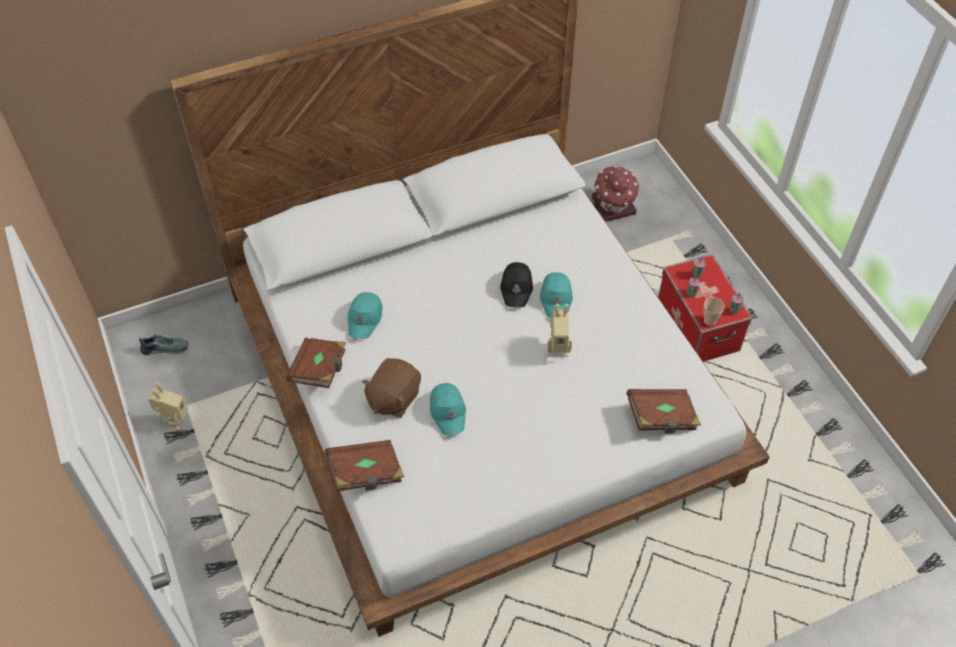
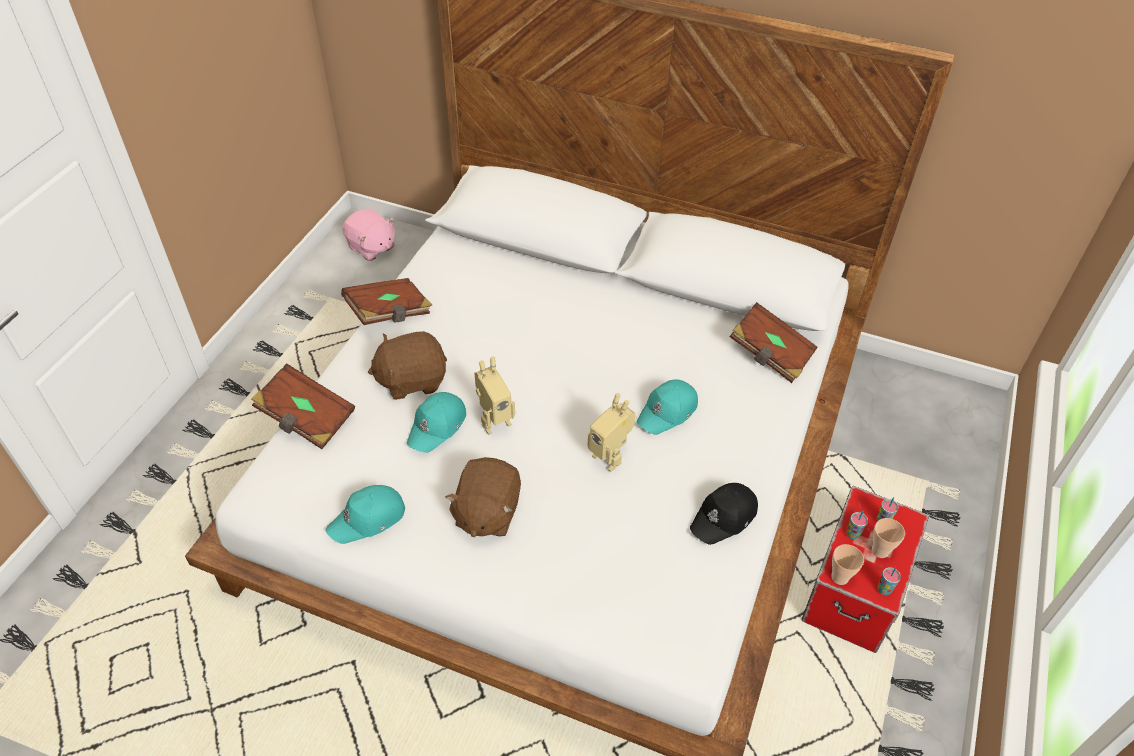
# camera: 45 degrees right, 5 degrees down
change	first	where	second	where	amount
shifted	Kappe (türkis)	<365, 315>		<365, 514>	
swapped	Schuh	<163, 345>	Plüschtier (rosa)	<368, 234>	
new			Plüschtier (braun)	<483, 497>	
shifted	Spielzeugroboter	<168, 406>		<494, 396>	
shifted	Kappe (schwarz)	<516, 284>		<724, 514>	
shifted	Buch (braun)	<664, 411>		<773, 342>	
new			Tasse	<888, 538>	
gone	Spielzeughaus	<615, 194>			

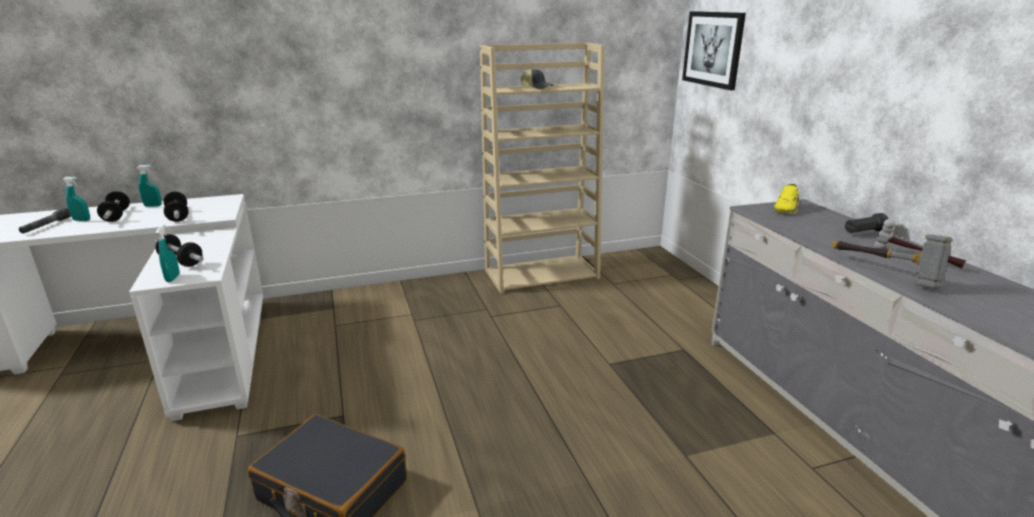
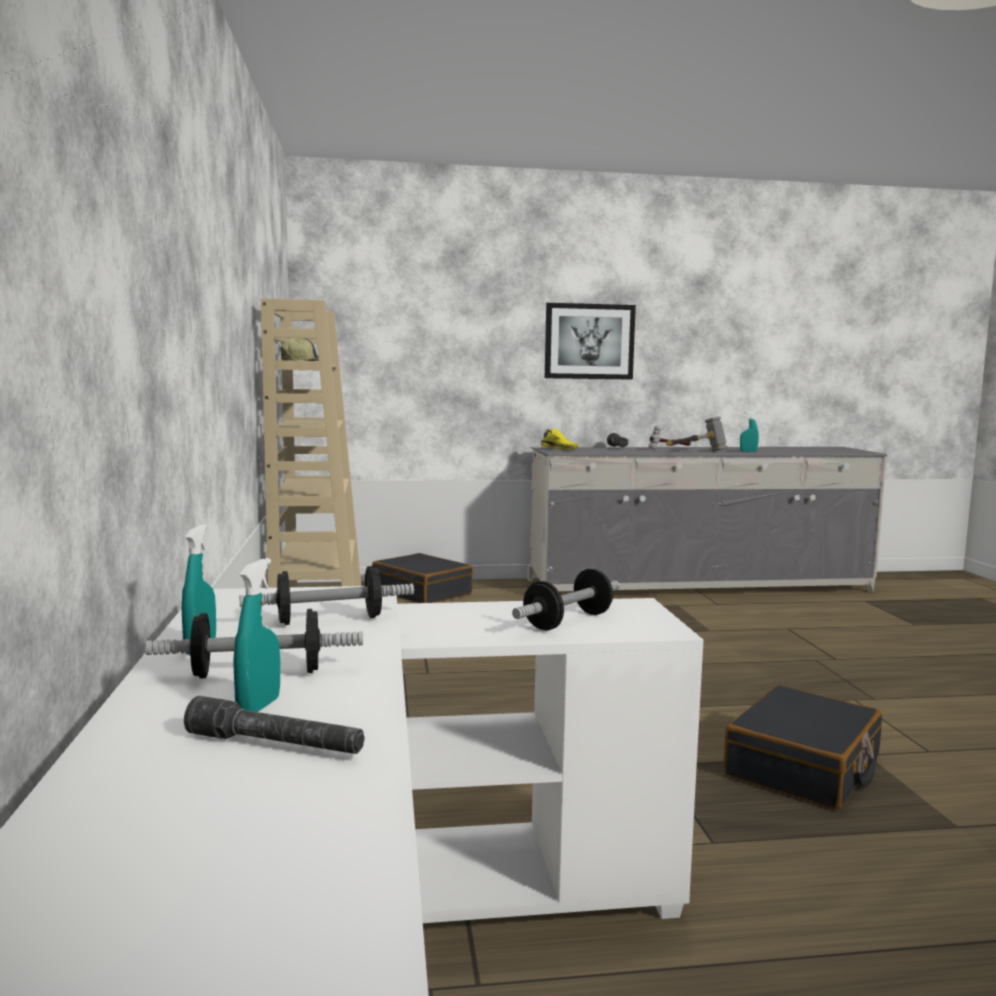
# camera: 80 degrees left, 15 degrees down
change	first	where	second	where	amount
new			Koffer (schwarz)	<422, 578>	
shifted	Bild	<714, 50>		<590, 341>	
shifted	Sprühflasche (türkis)	<168, 253>		<749, 431>	

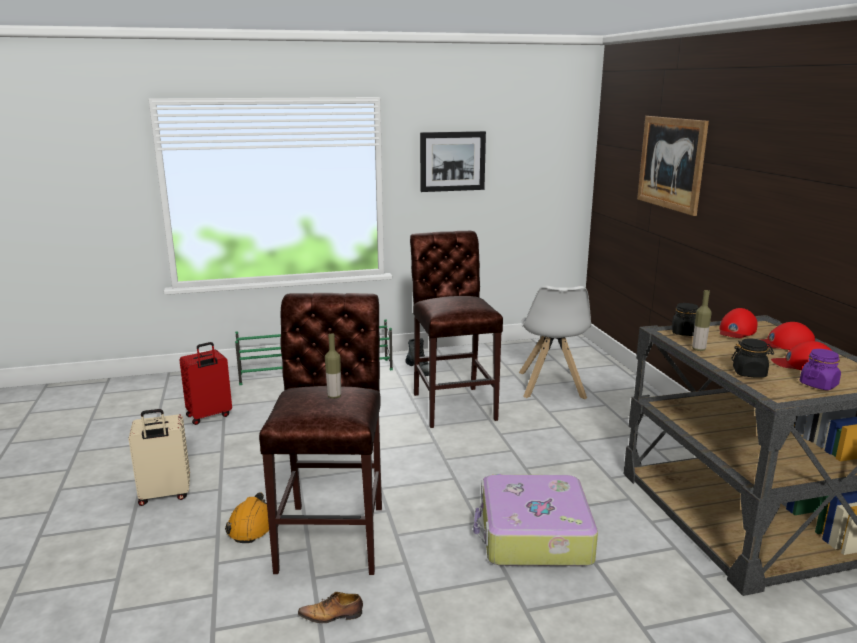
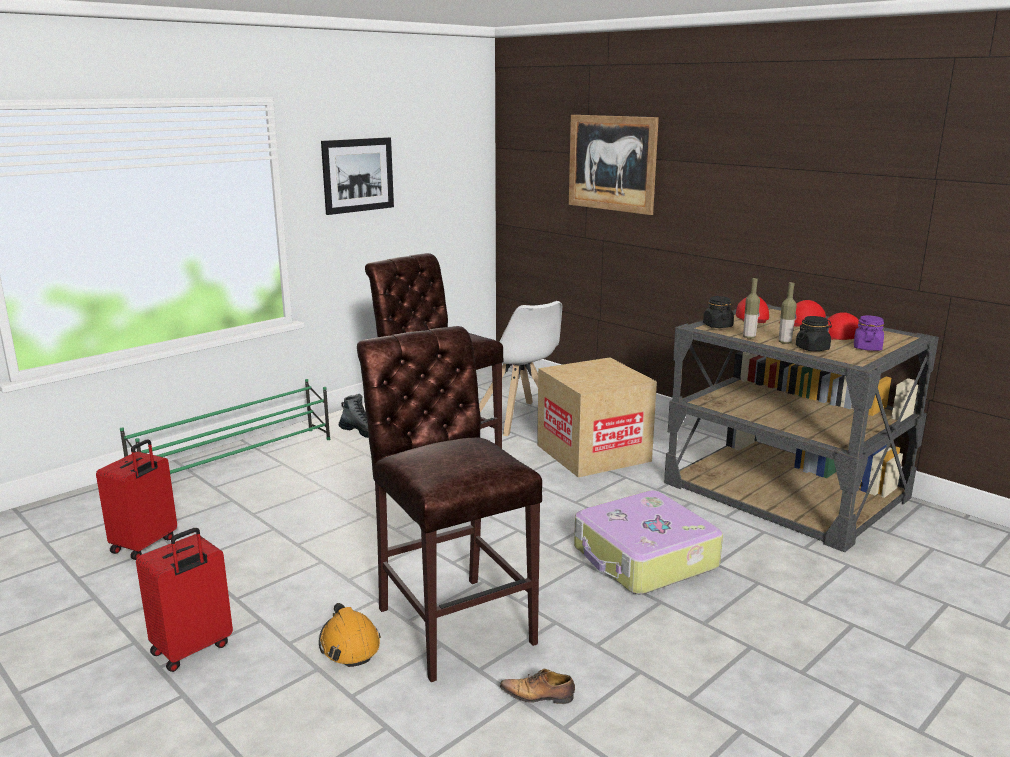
# camera: 30 degrees left, 0 degrees up
change	first	where	second	where	amount
repainted	Koffer (beige)	<159, 457>	Koffer (rot)	<184, 600>	
rotated	Schuh	<330, 607>		<537, 686>	45 degrees clockwise
new			Karton	<597, 417>	
shifted	Flasche	<333, 366>		<788, 313>	

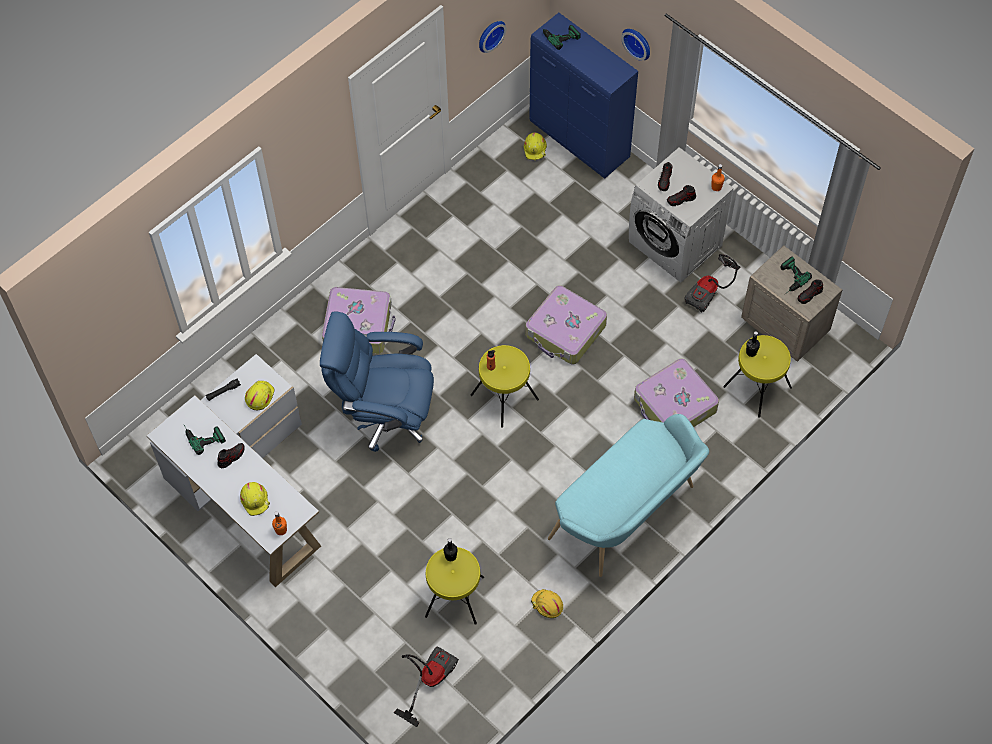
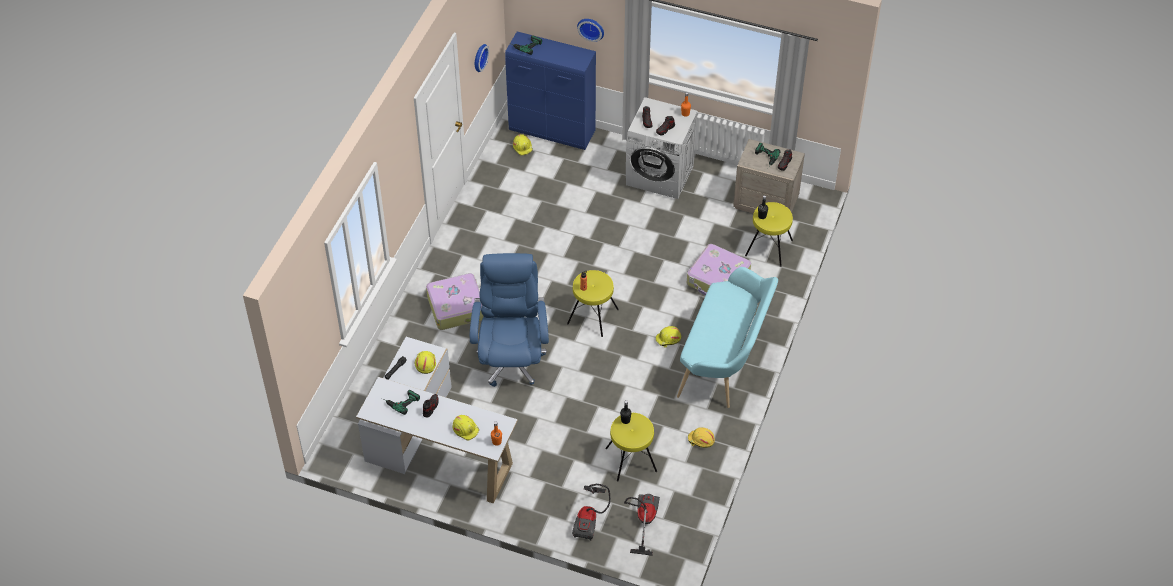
# camera: 25 degrees left, 10 degrees down
change	first	where	second	where	amount
rotated	Bürostuhl (blau)	<377, 381>		<509, 320>	105 degrees clockwise
shifted	Staubsauger	<712, 283>		<591, 511>	
new			Schutzhelm (gelb)	<668, 337>	
gone	Koffer	<566, 325>			

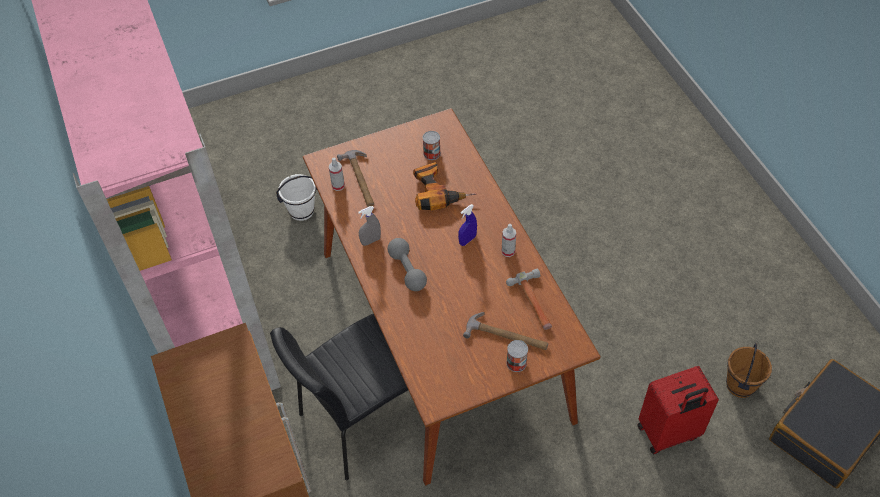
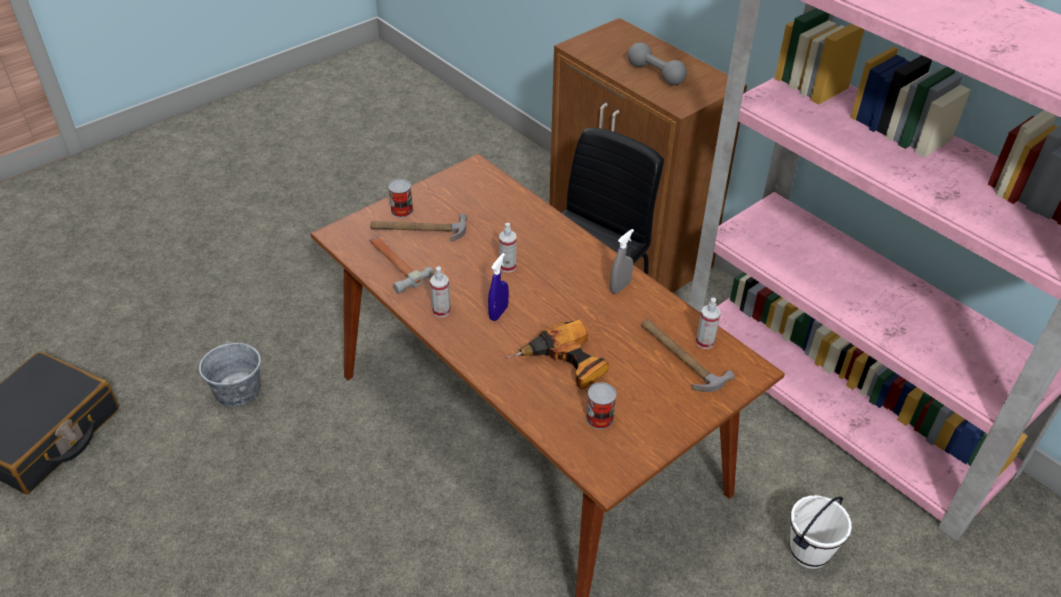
# camera: 160 degrees right, 10 degrees down
change	first	where	second	where	amount
swapped	Koffer (rot)	<678, 410>	Eimer (grau)	<230, 371>	
new			Sprühflasche	<507, 247>	
shifted	Hantel (grau)	<407, 264>		<657, 63>	
gone	Eimer (braun)	<749, 370>			

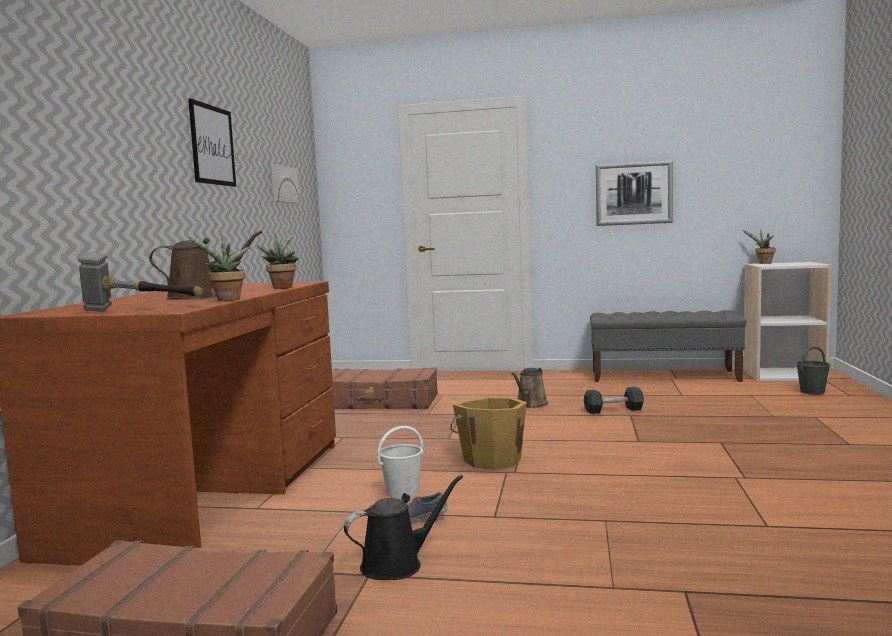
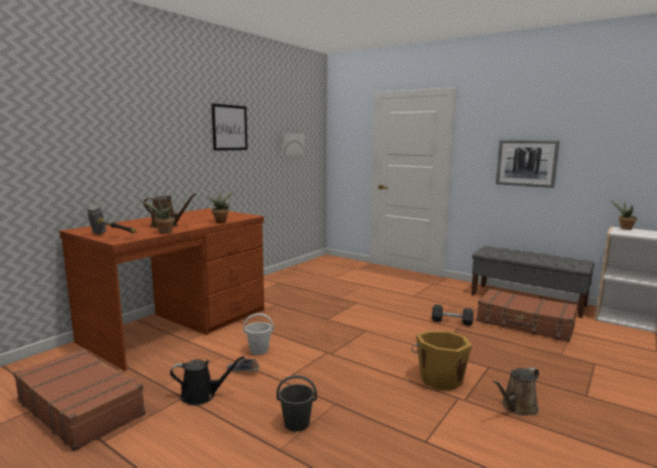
# camera: 25 degrees right, 5 degrees up
change	first	where	second	where	amount
shifted	Eimer (grau)	<813, 370>		<296, 403>	
shifted	Eimer (orange)	<488, 433>		<441, 360>	
shifted	Koffer (braun)	<384, 388>		<527, 315>	
shifted	Gießkanne (braun)	<529, 388>		<516, 391>	

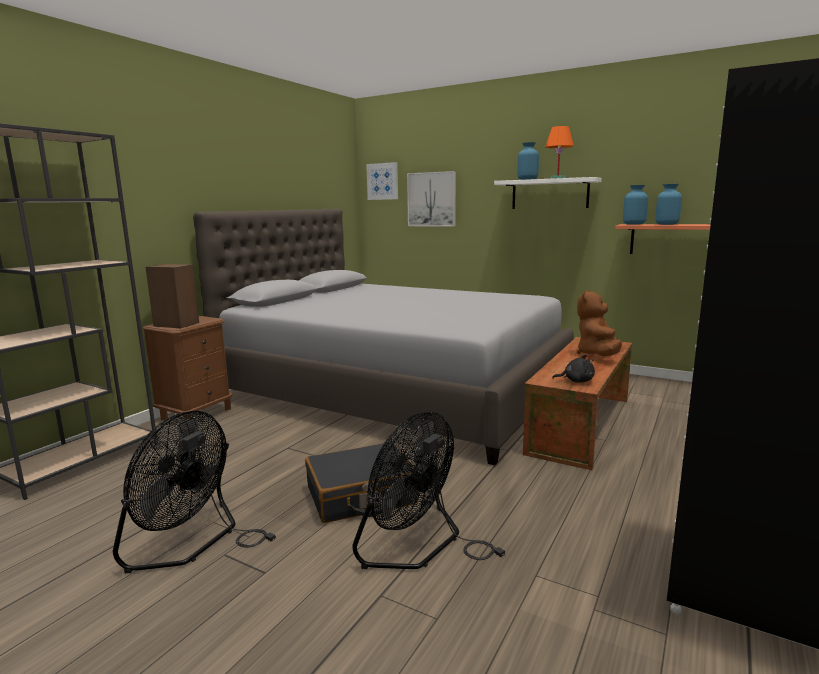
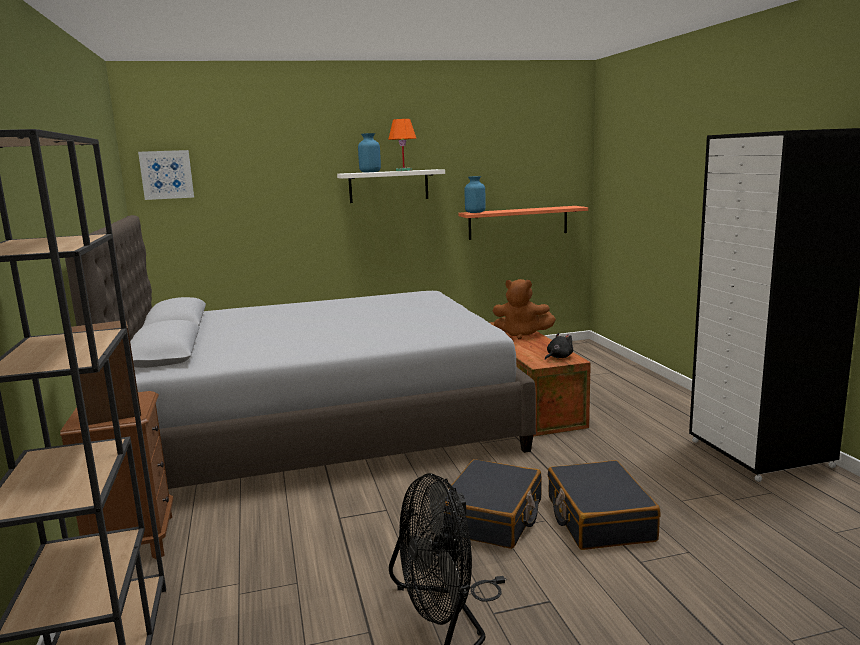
# camera: 45 degrees left, 0 degrees up
change	first	where	second	where	amount
rotated	Plüschtier (braun)	<599, 323>		<524, 309>	45 degrees counterclockwise
swapped	Ventilator (schwarz)	<429, 490>	Koffer (schwarz)	<604, 505>	
gone	Bild	<431, 199>			
gone	Vase (blau)	<668, 204>			

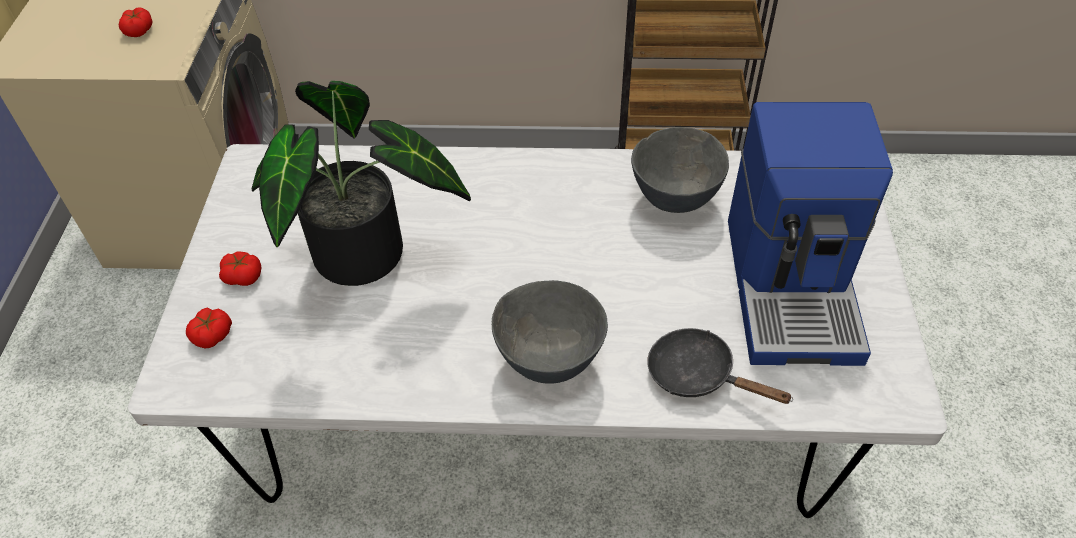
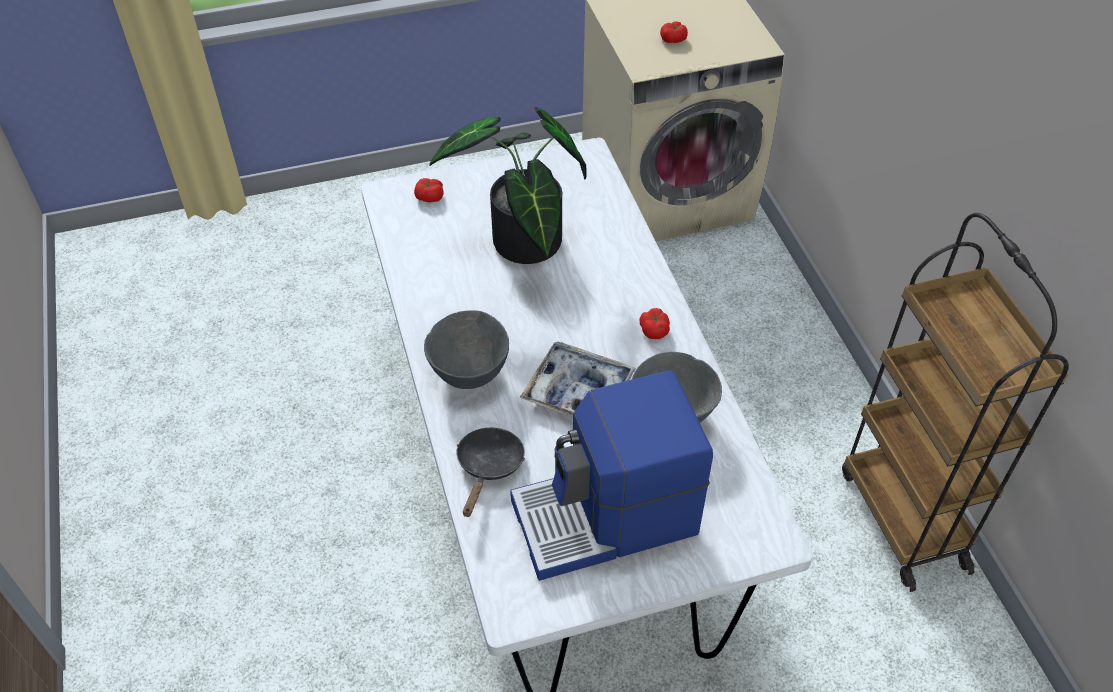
# camera: 70 degrees right, 0 degrees up
change	first	where	second	where	amount
new			Tablett	<577, 379>	
shifted	Tomate	<240, 268>		<654, 323>	

